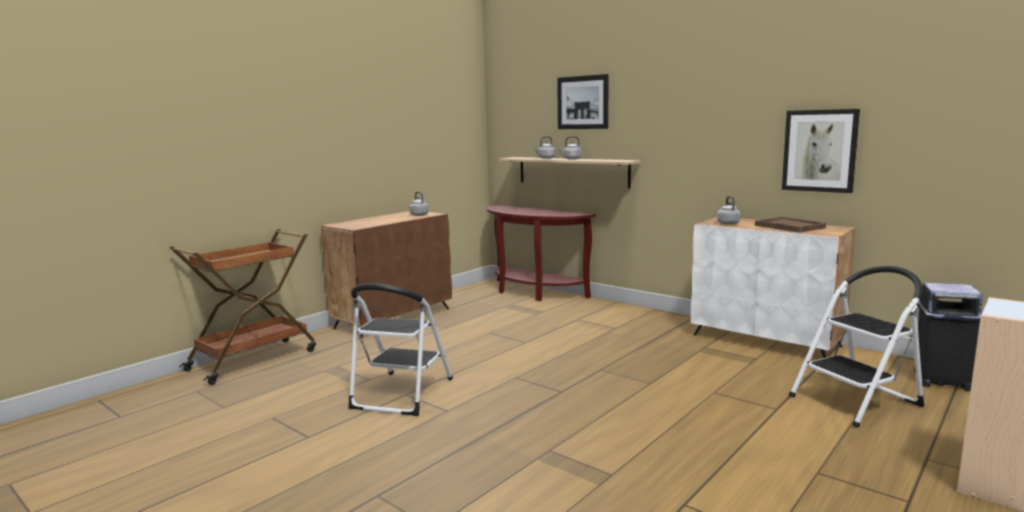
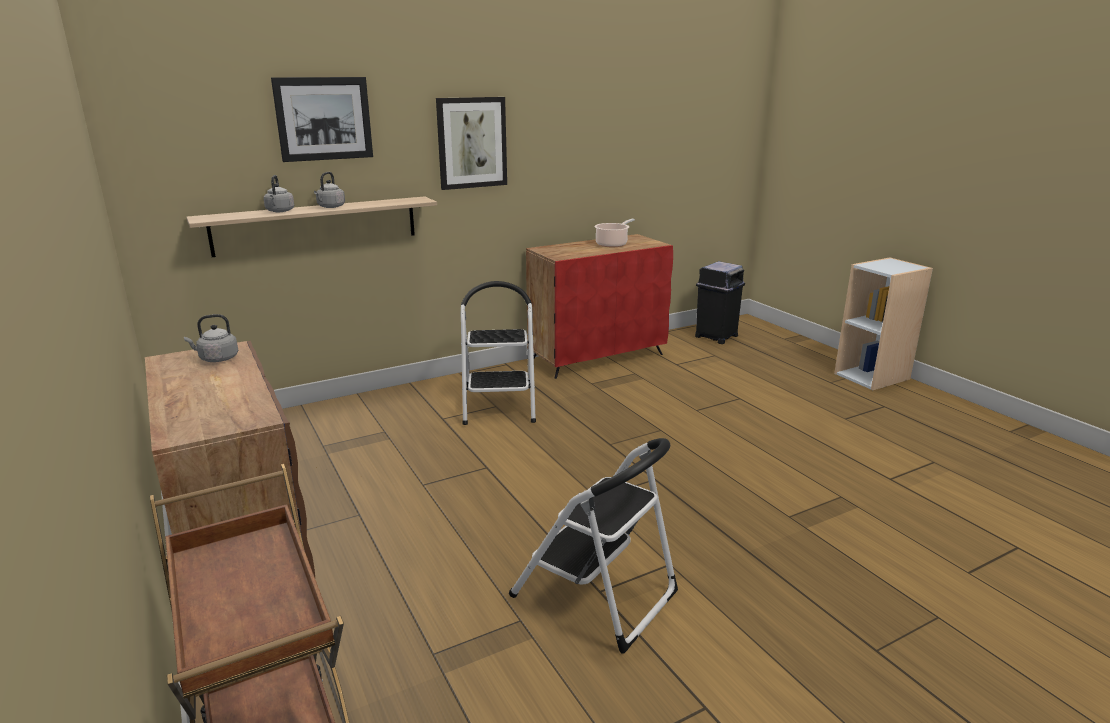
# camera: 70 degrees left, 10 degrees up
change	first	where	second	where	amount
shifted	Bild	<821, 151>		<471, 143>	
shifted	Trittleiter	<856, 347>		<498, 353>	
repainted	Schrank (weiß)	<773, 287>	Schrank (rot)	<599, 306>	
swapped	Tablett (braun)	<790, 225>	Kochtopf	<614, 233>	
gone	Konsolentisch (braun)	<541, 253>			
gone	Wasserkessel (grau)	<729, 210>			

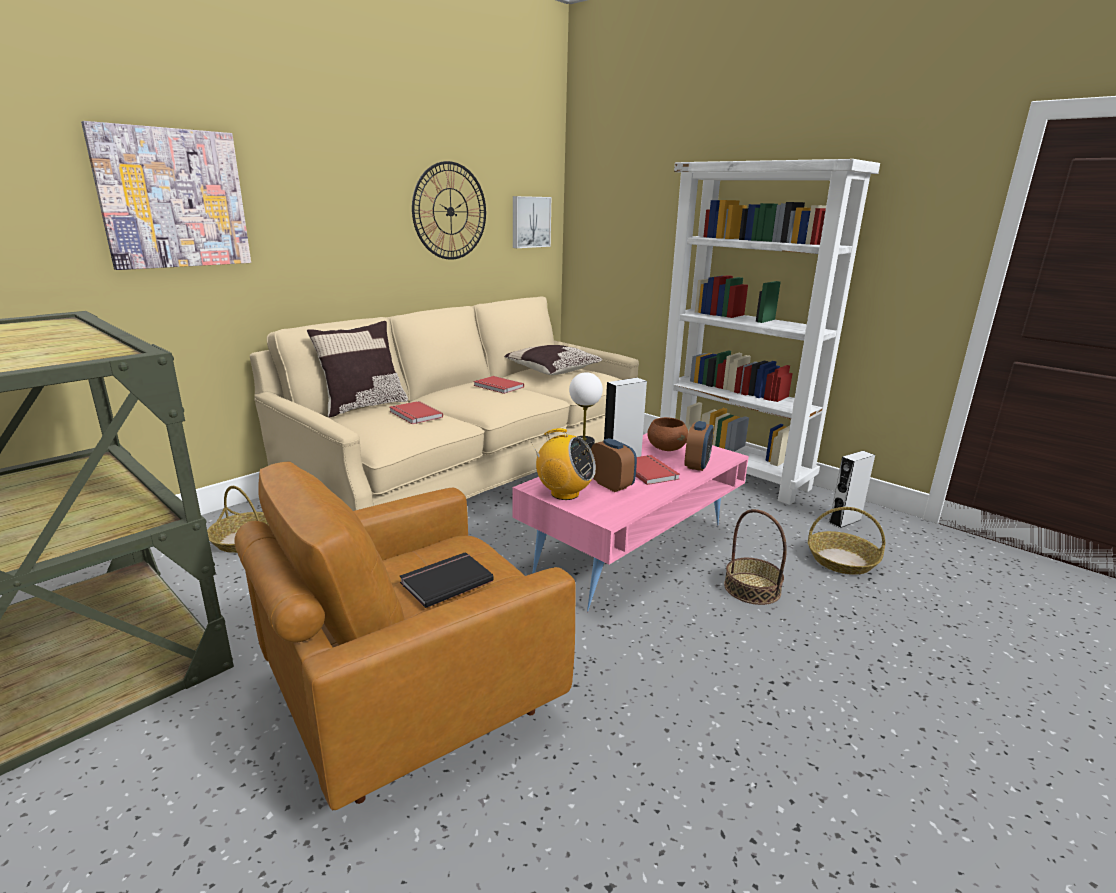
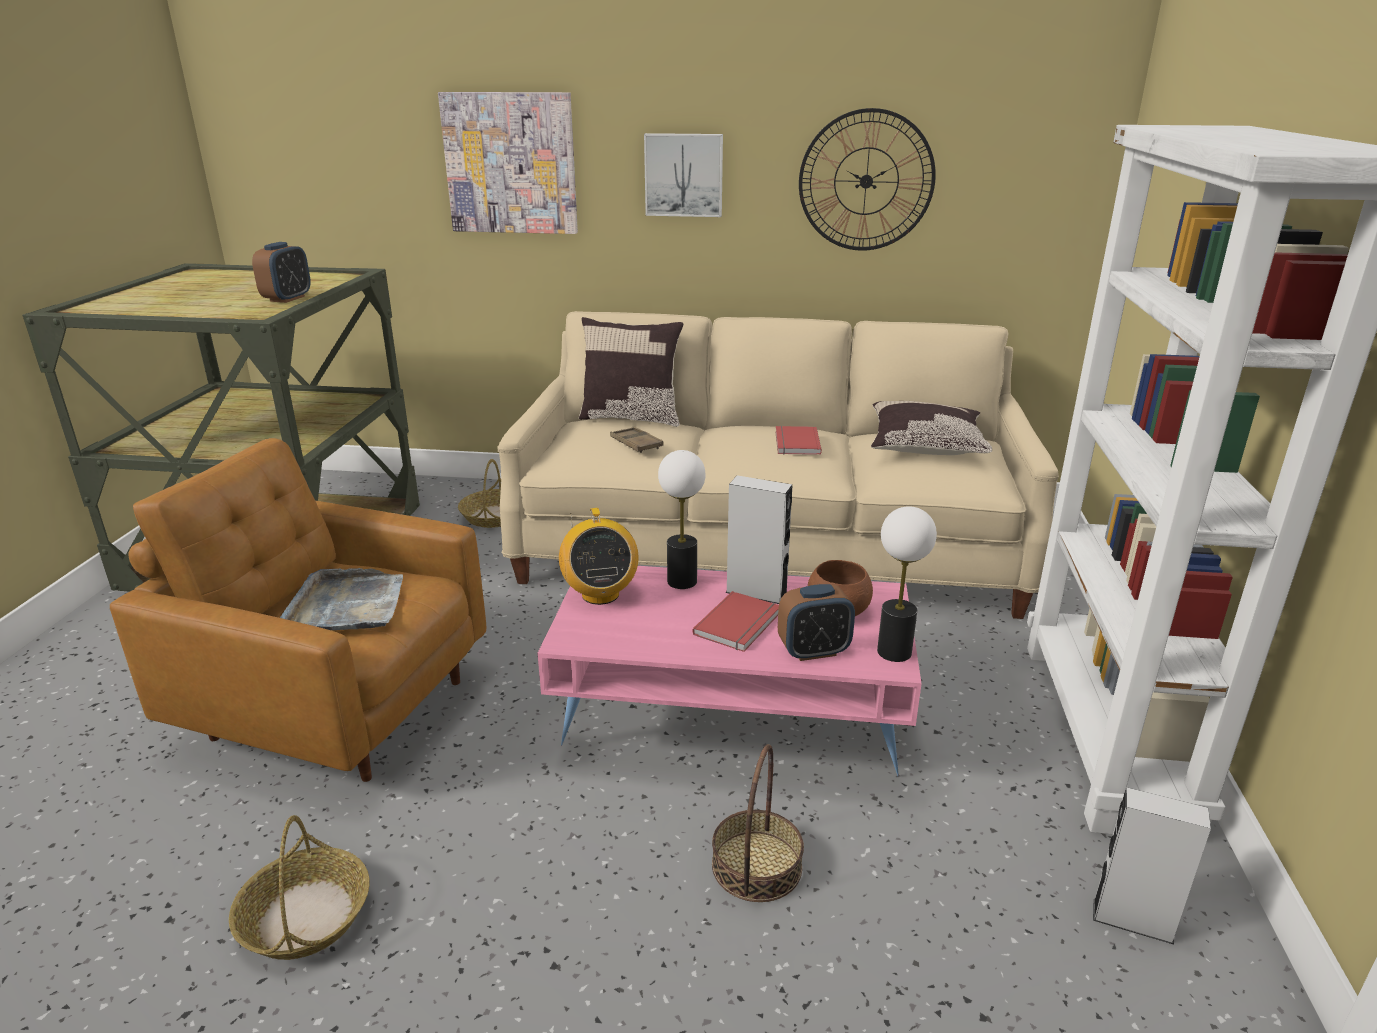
# camera: 55 degrees right, 5 degrees up
change	first	where	second	where	amount
shifted	Korb	<846, 541>		<299, 887>	
shifted	Wecker	<614, 465>		<281, 272>	
swapped	Buch (schwarz)	<447, 580>	Tablett (grau)	<341, 599>	
swapped	Buch (rot)	<416, 412>	Tablett (braun)	<637, 440>	
shifted	Bild	<532, 222>		<683, 175>	
new			Tischlampe	<907, 584>	

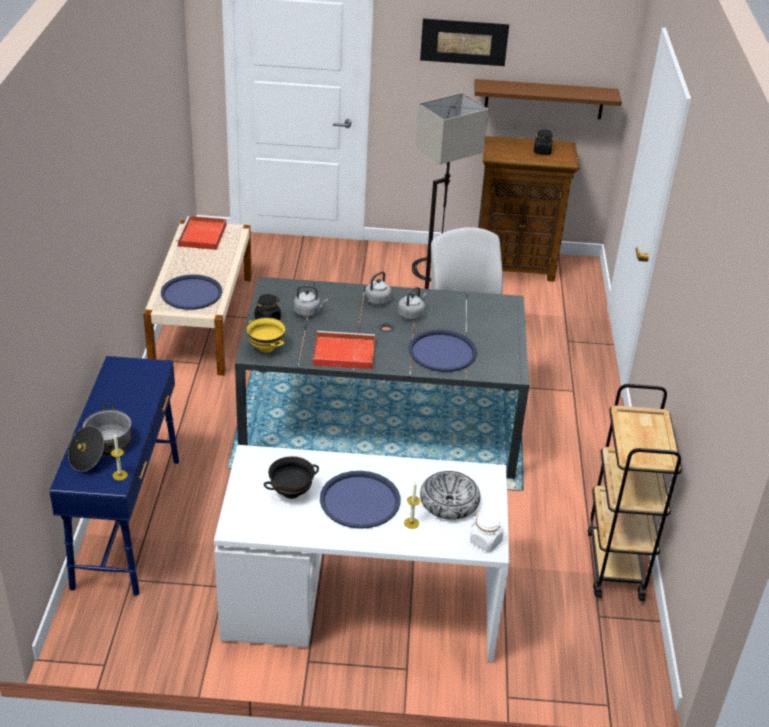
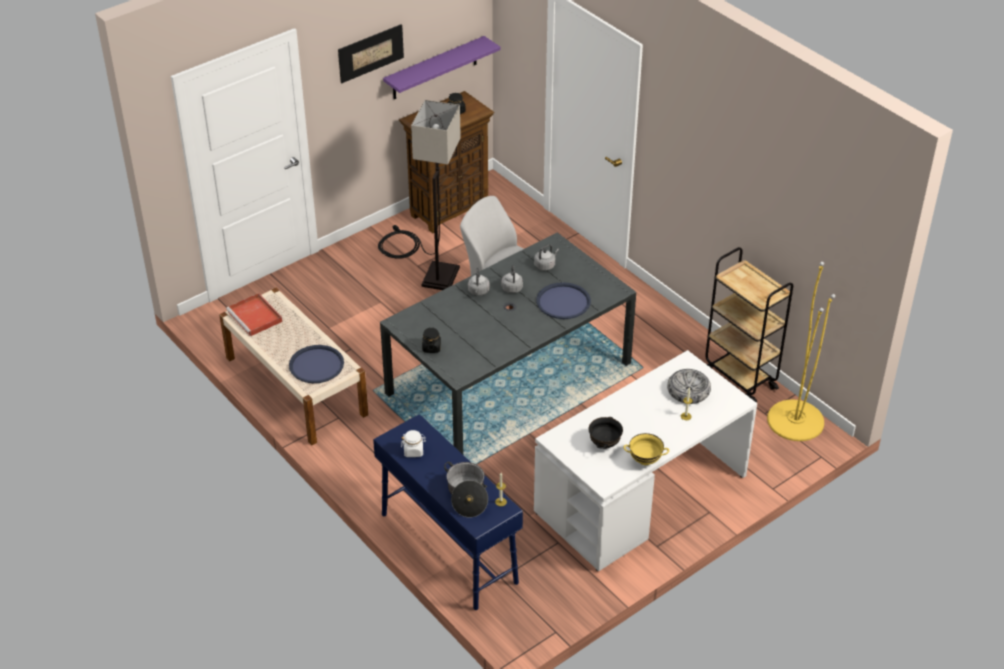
# camera: 40 degrees left, 5 degrees up
change	first	where	second	where	amount
repainted	Wandregal (braun)	<547, 99>	Wandregal (lila)	<441, 67>	
shifted	Vorratsglas (weiß)	<487, 532>		<413, 443>	
shifted	Wasserkessel (grau)	<311, 301>		<546, 257>	
shifted	Schüssel (gelb)	<266, 335>		<646, 449>	
new			Stehlampe (gelb)	<801, 351>	
gone	Tablett (rot)	<343, 350>			
gone	Tablett (blau)	<360, 500>			

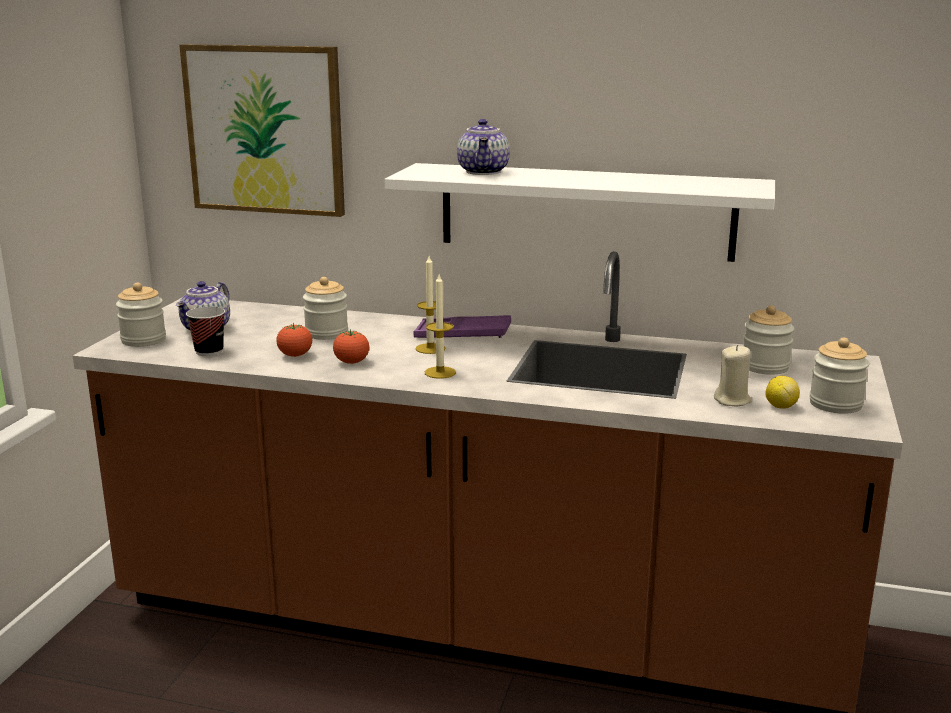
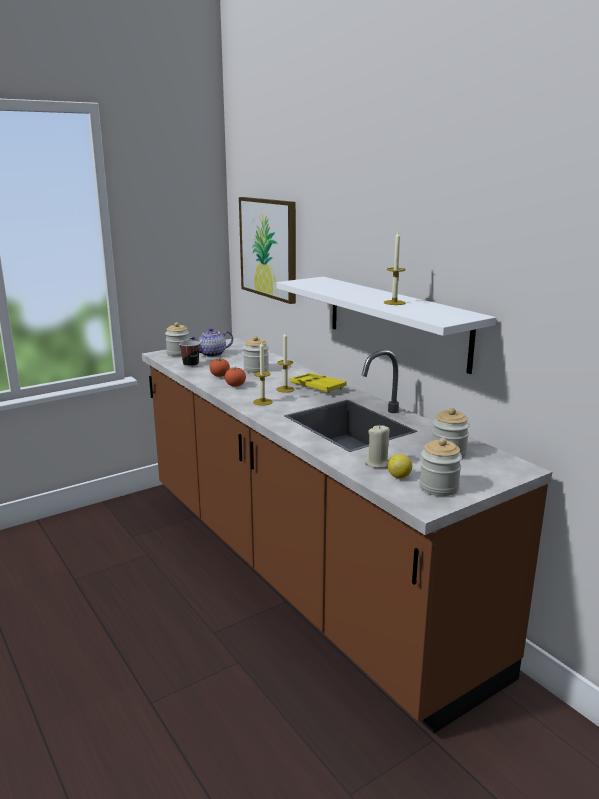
# camera: 40 degrees right, 0 degrees up
change	first	where	second	where	amount
repainted	Tablett (lila)	<462, 326>	Tablett (gelb)	<318, 383>	
new			Kerze	<395, 268>	
gone	Teekanne	<483, 147>			

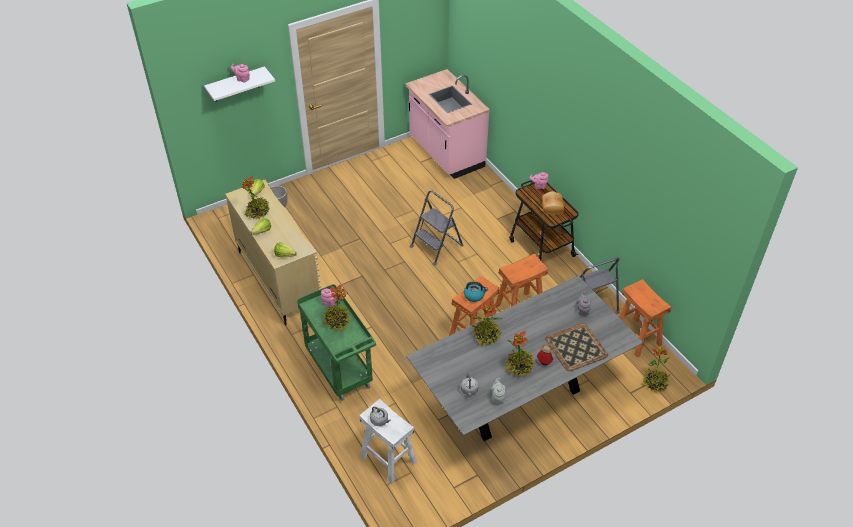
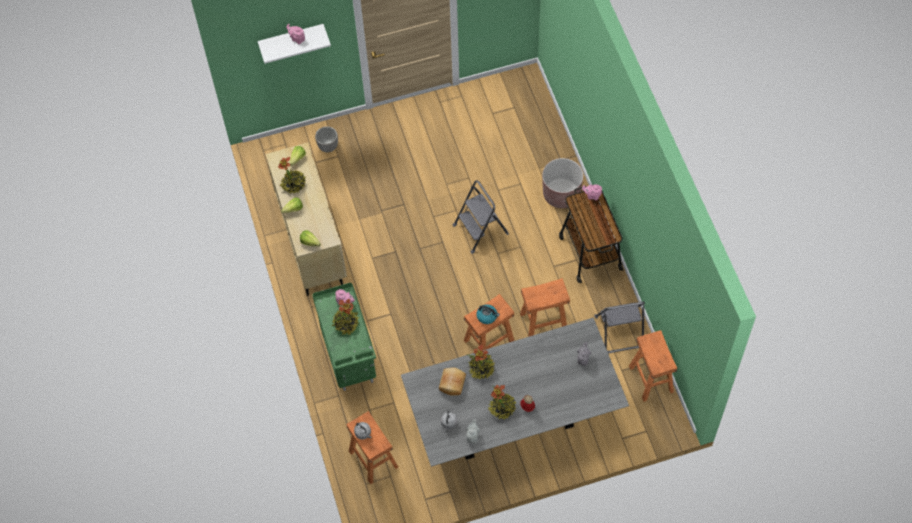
# camera: 15 degrees right, 15 degrees up
change	first	where	second	where	amount
repainted	Hocker (weiß)	<388, 441>	Hocker (orange)	<372, 447>	
shifted	Brot	<553, 203>		<452, 381>	
new			Pflanzkübel (braun)	<562, 183>	
gone	Küchenzeile (rosa)	<448, 124>			
gone	Tablett	<576, 347>			
gone	Topfpflanze	<656, 369>			

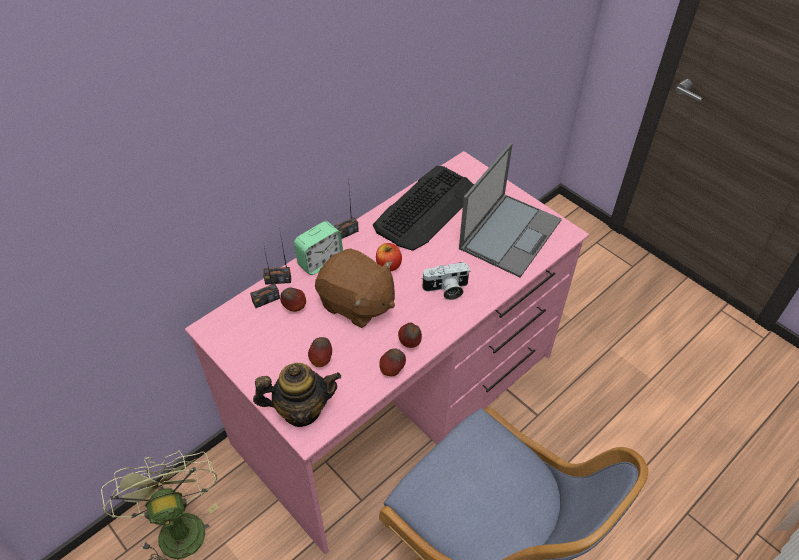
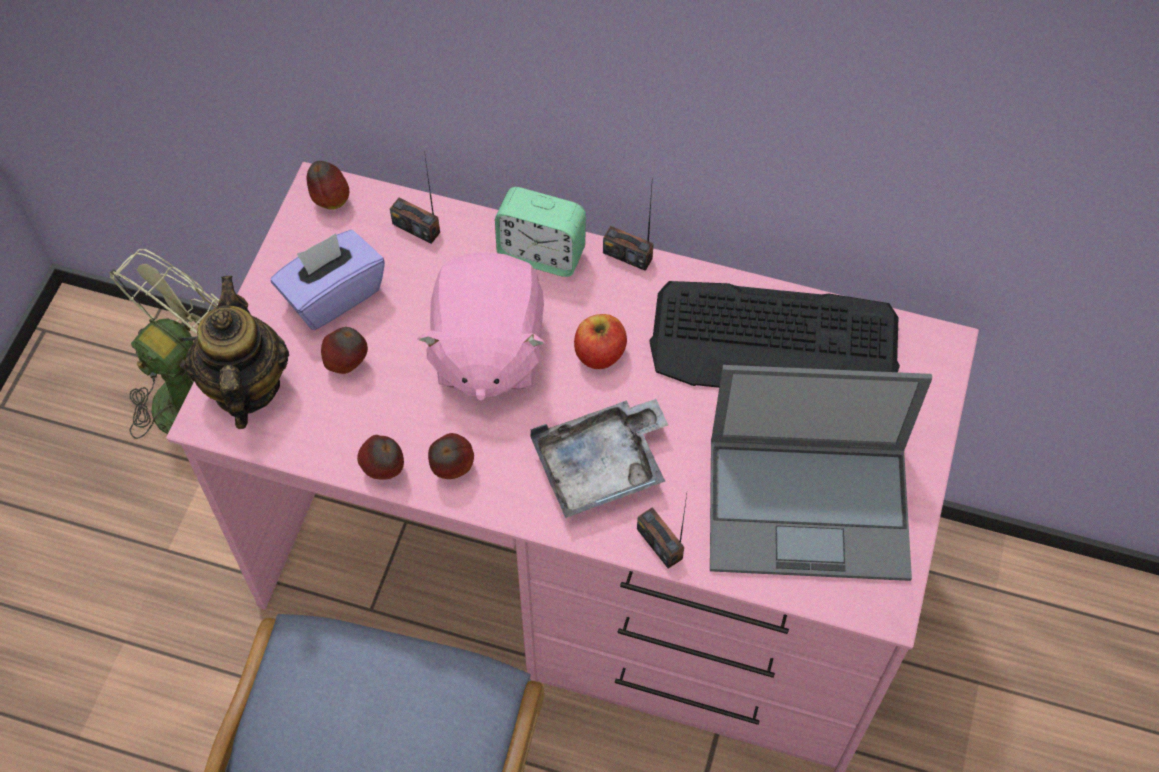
# camera: 60 degrees right, 10 degrees up
change	first	where	second	where	amount
rotated	Teekanne	<297, 395>		<237, 352>	150 degrees counterclockwise
new			Taschentuchbox (lila)	<328, 280>	
shifted	Apfel	<293, 299>		<328, 185>	
repainted	Plüschtier (braun)	<355, 288>	Plüschtier (rosa)	<482, 326>	
swapped	Kamera	<446, 281>	Tablett (grau)	<599, 458>	
shifted	Radio	<277, 259>		<662, 531>	

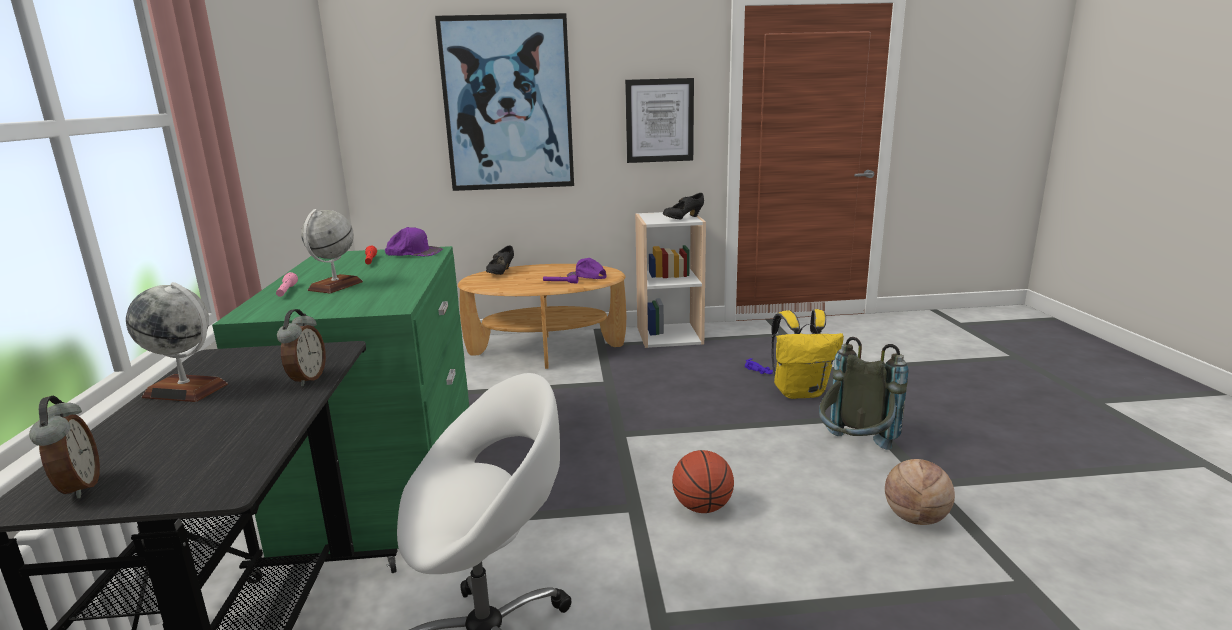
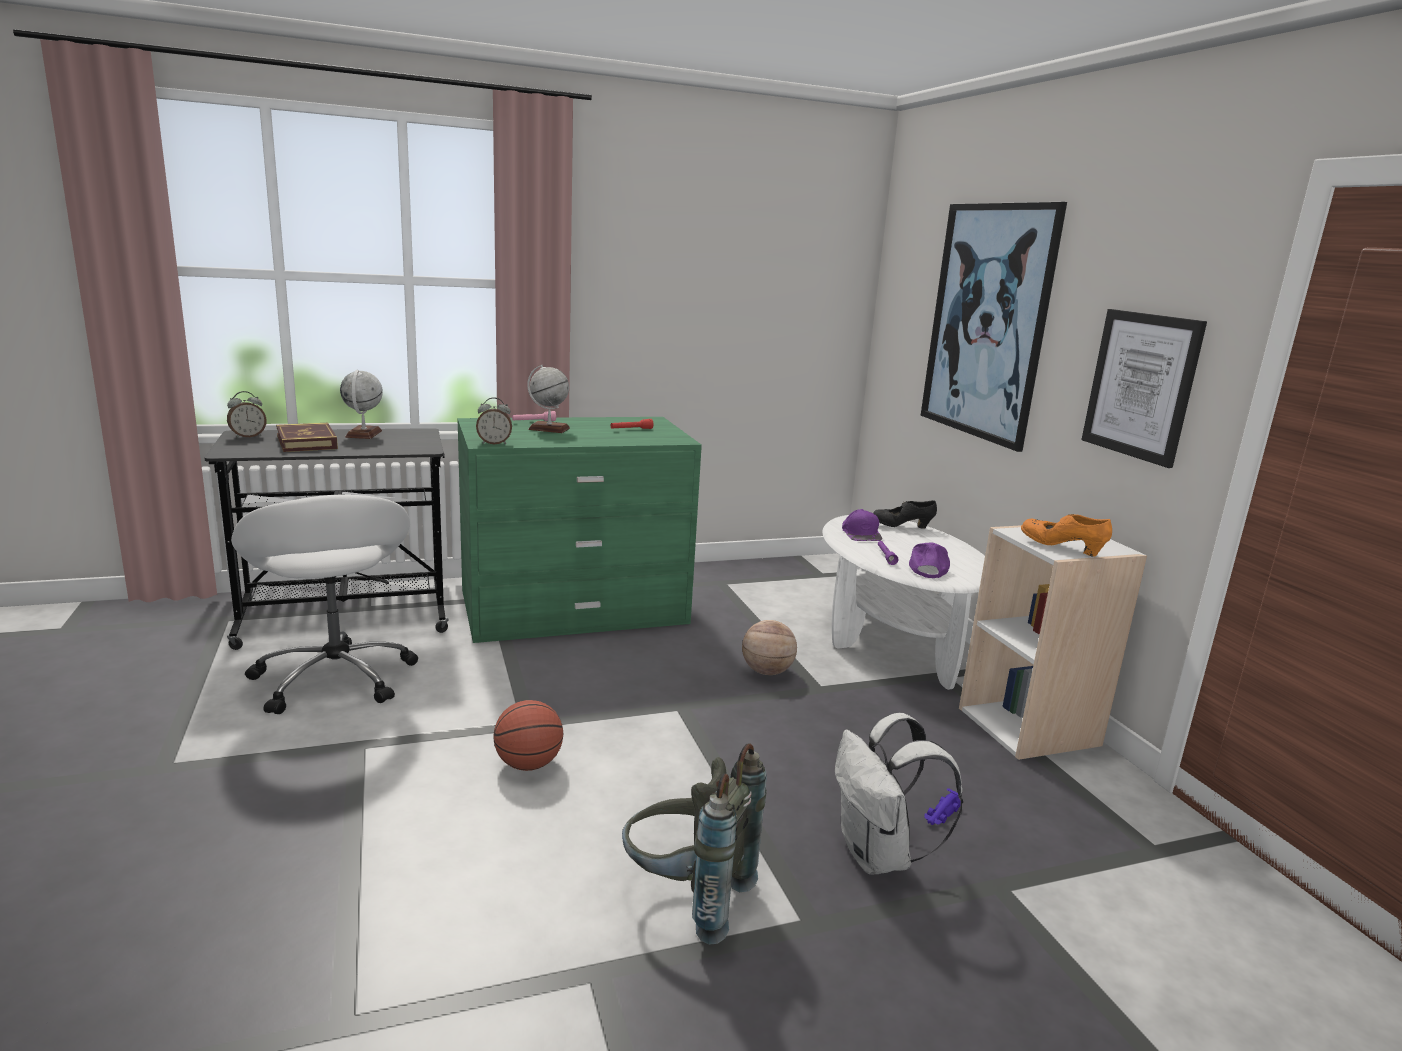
# camera: 75 degrees right, 0 degrees up
change	first	where	second	where	amount
new			Buch	<307, 437>	
shifted	Wecker	<301, 347>		<494, 421>	
shifted	Basketball	<920, 492>		<769, 647>	
repainted	Couchtisch (braun)	<542, 316>	Couchtisch (weiß)	<904, 602>	
repainted	Rucksack (gelb)	<807, 354>	Rucksack (weiß)	<899, 794>	
shifted	Kappe (lila)	<414, 241>		<862, 525>	
repainted	Schuh (schwarz)	<683, 206>	Schuh (orange)	<1066, 535>	

